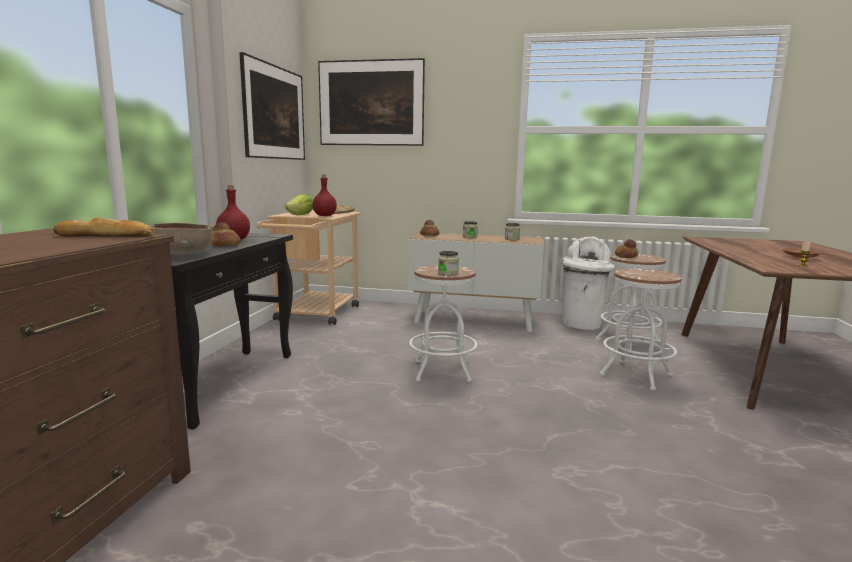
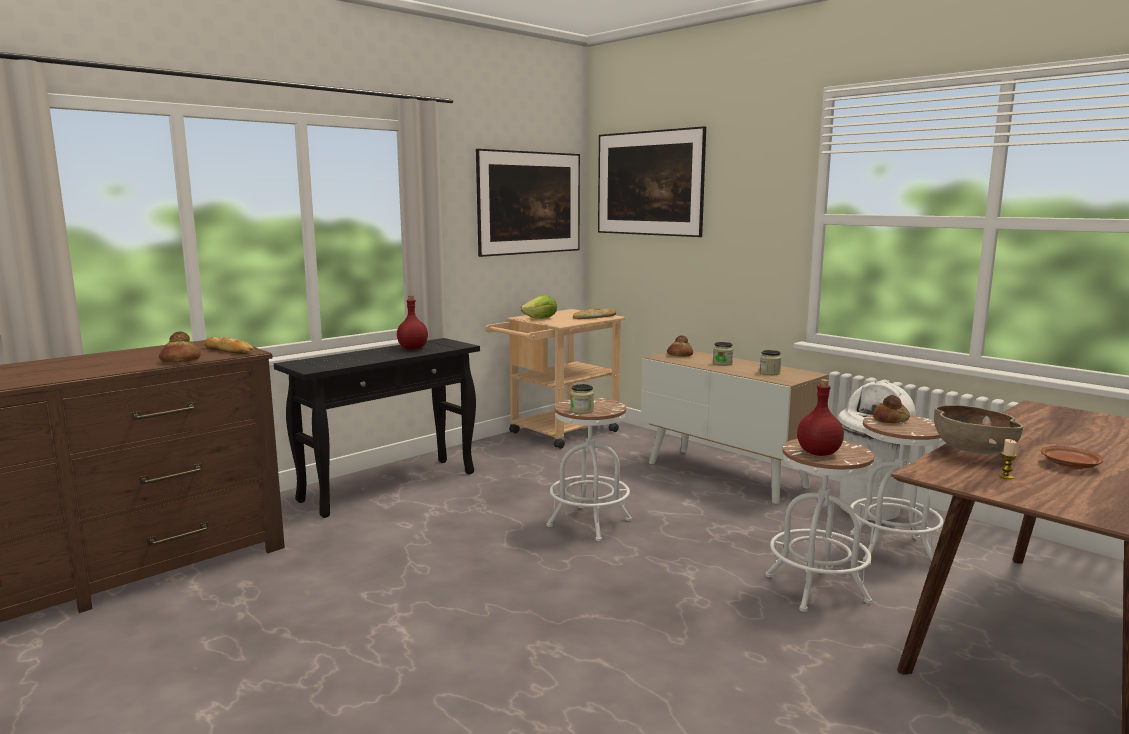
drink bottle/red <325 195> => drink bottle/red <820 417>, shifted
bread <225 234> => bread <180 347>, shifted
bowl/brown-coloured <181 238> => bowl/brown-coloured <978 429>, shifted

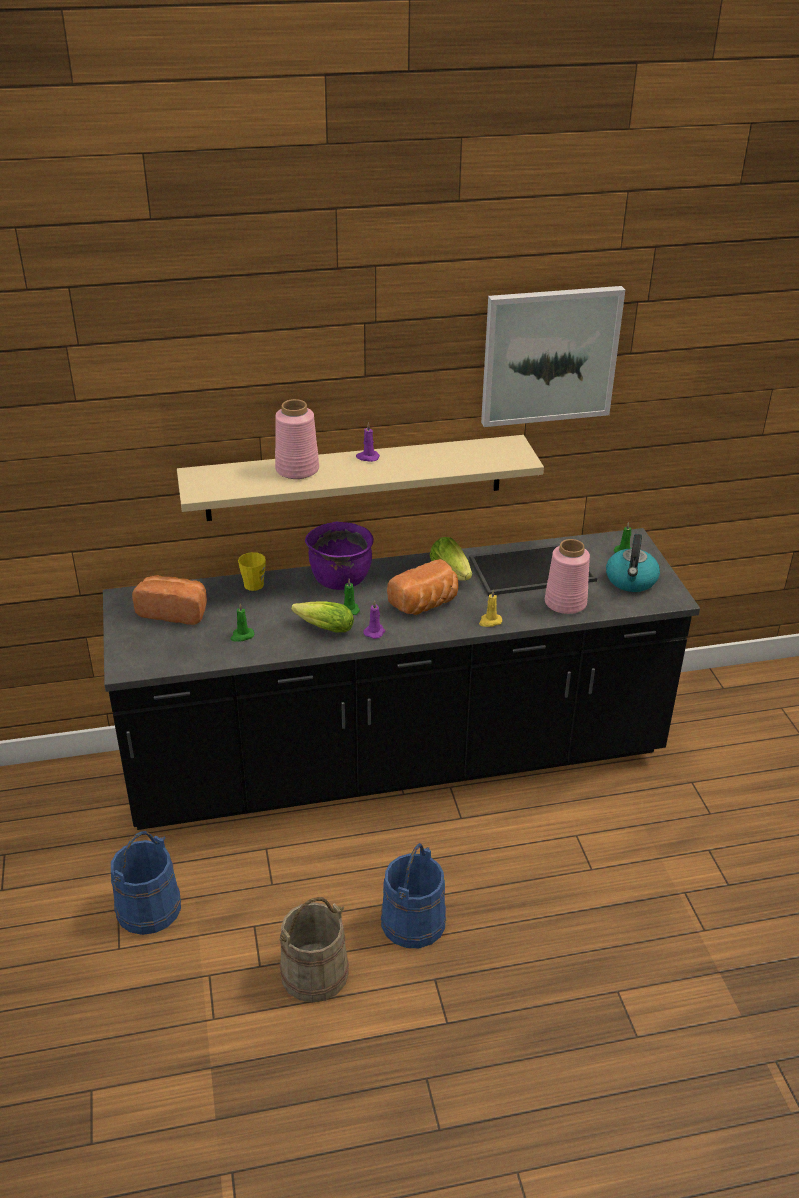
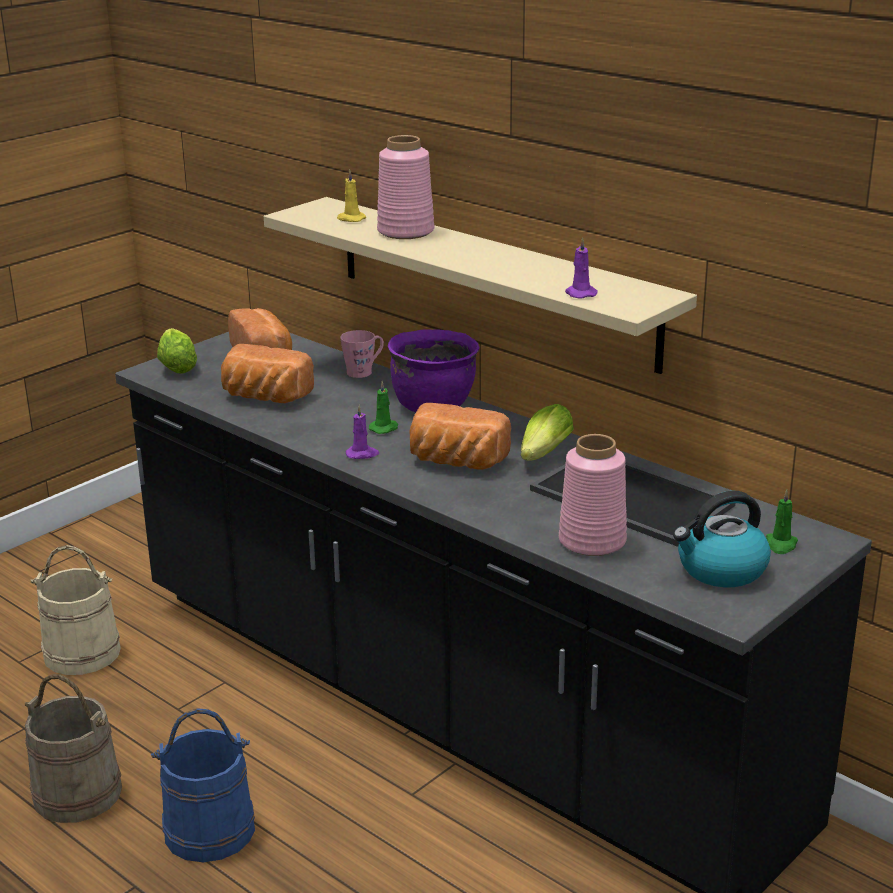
wall art <553 356> => nothing
candle/purple-coloured <368 442> => candle/purple-coloured <581 268>, shifted
mug/yellowish <252 571> => mug/pink <362 354>
candle/yellowish <490 608> => candle/yellowish <351 196>, shifted
head of lettuce <322 616> => head of lettuce <177 351>, shifted
candle/green-coloured <242 623> => bread <267 373>
pail/blue <146 883> => pail/beige-coloured <75 610>

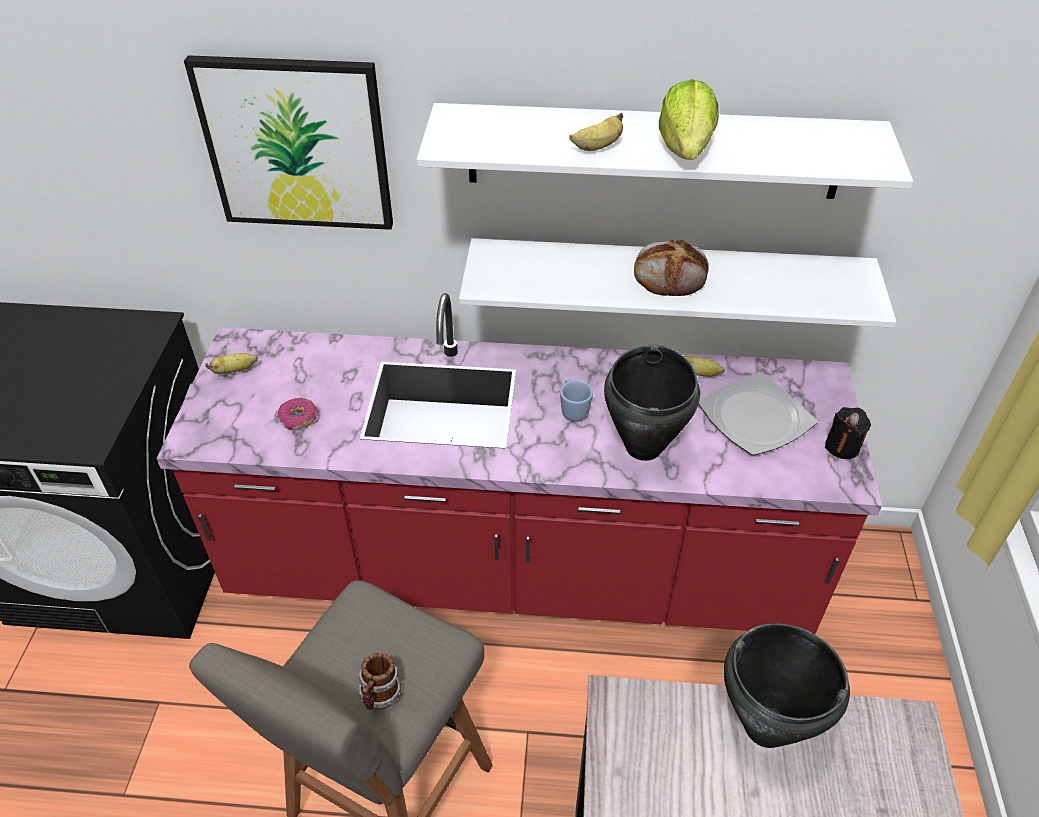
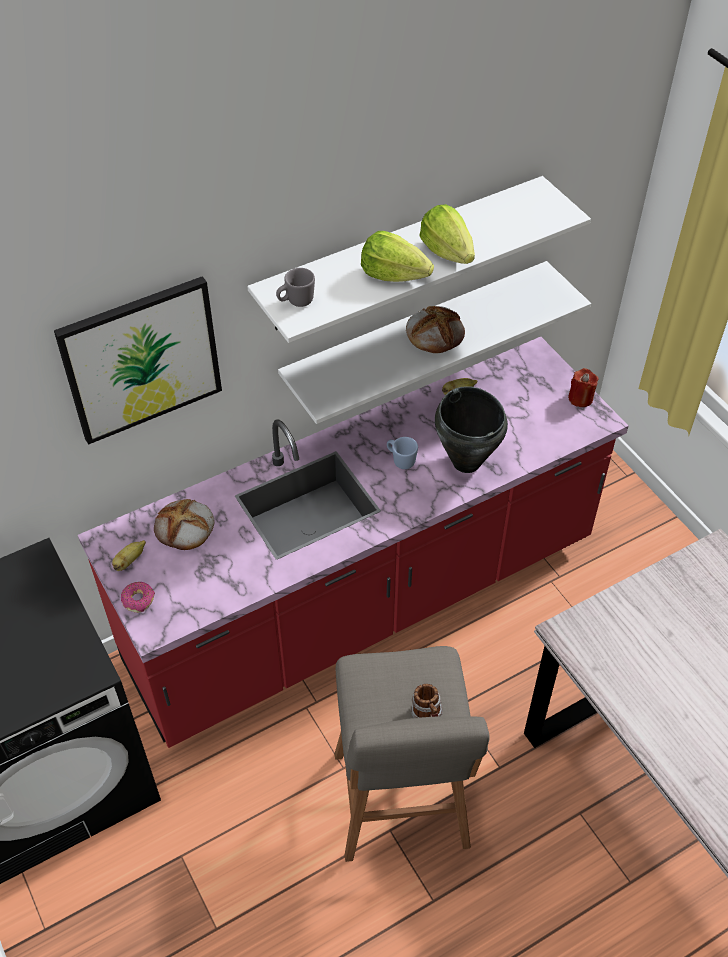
banana fruit <596 132> => head of lettuce <397 256>
dinner plate <758 414> => nothing
doughnut <297 414> => doughnut <138 597>, shifted
candle/blackish <848 433> => candle/red <583 387>
stockpot/blackish <787 685> => nothing
nothing => mug/greyish <295 287>
nothing => bread <184 524>

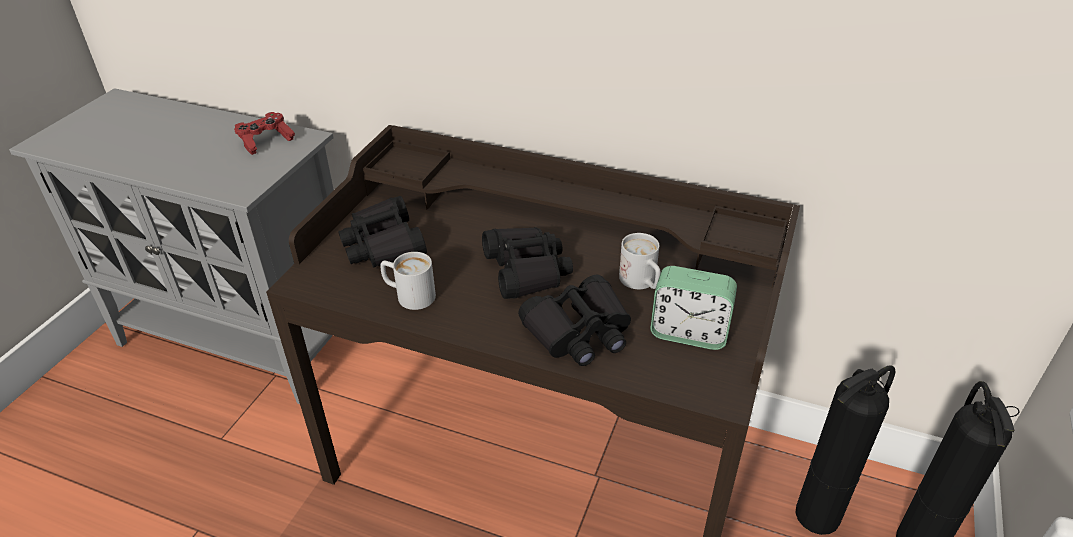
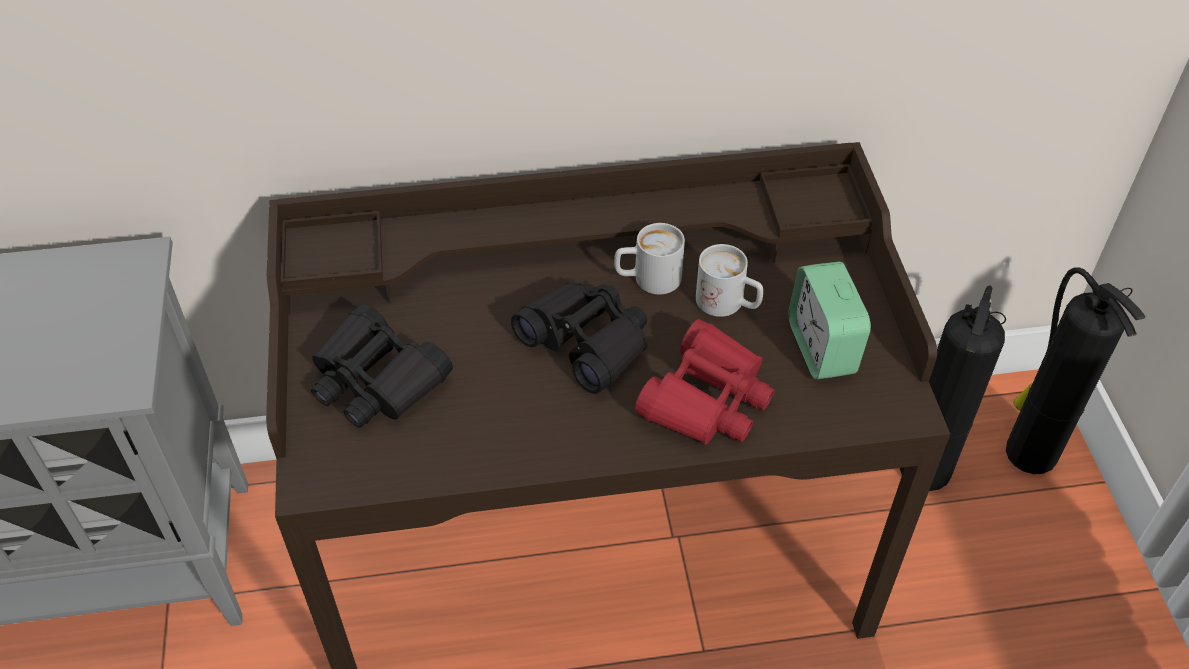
gamepad/red <264 133> => nothing
mug/white-coloured <408 281> => mug/white-coloured <649 258>, shifted
bedside clock <693 308> => bedside clock <829 320>, 90 degrees clockwise
binoculars/blackish <574 320> => binoculars/red <704 382>

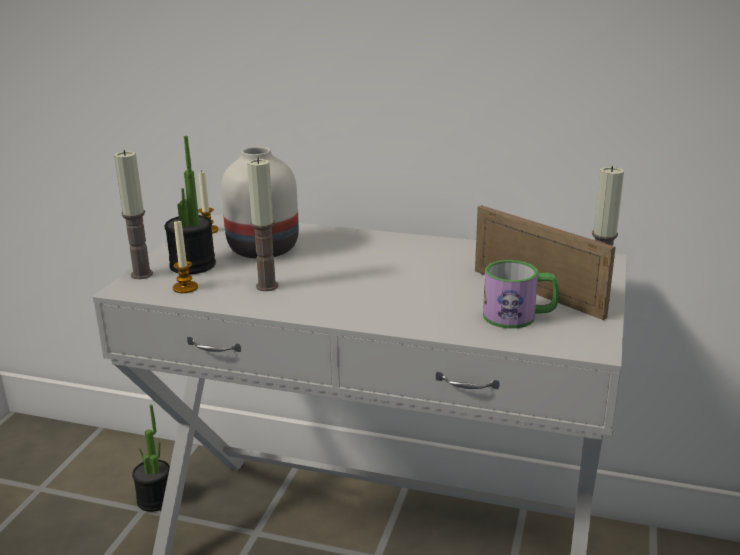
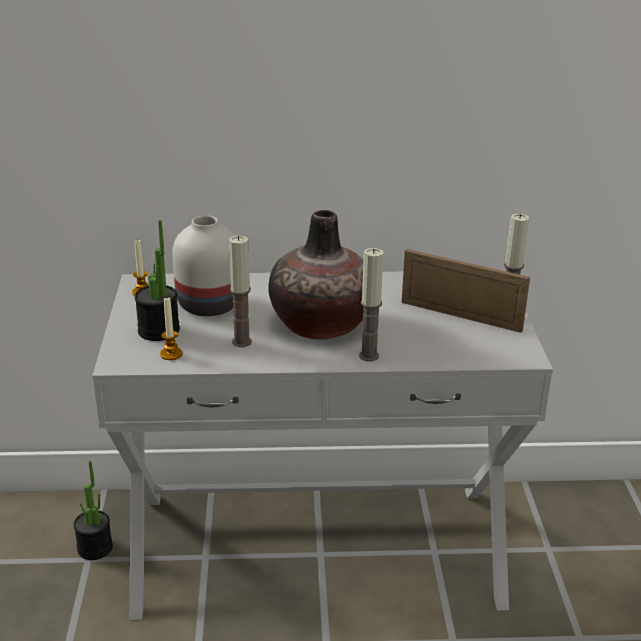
candle <133 214> => candle <371 305>, shifted
mug <521 294> => nothing
nothing => flower vase <316 275>

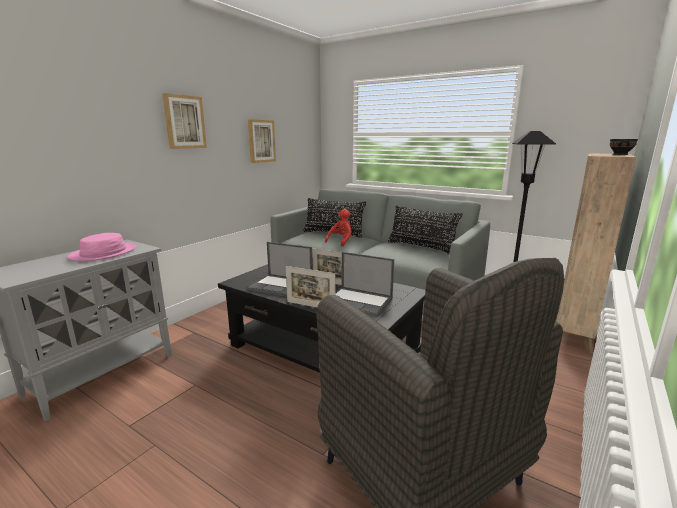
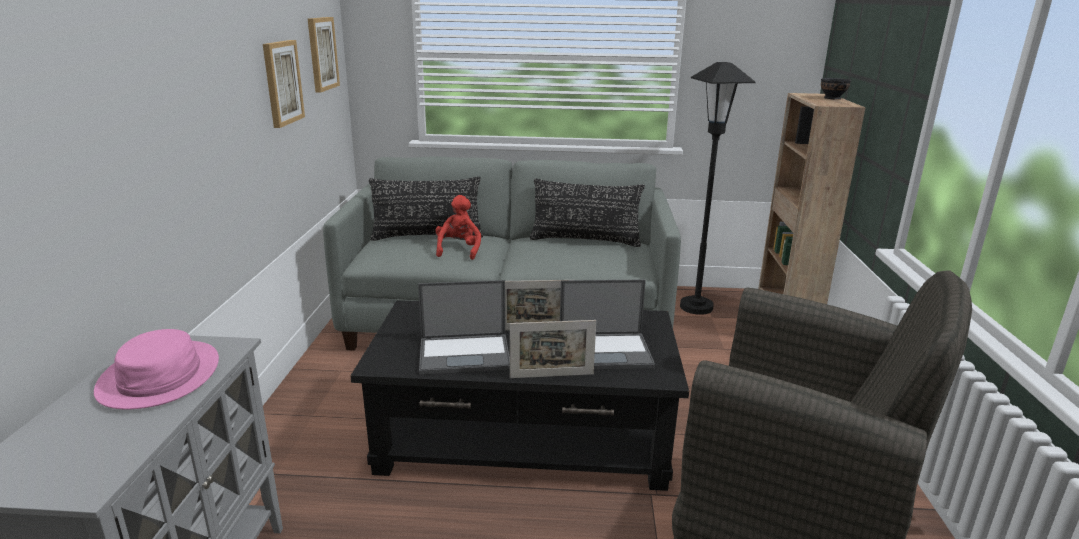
wall art <185 121> => wall art <324 55>, shifted

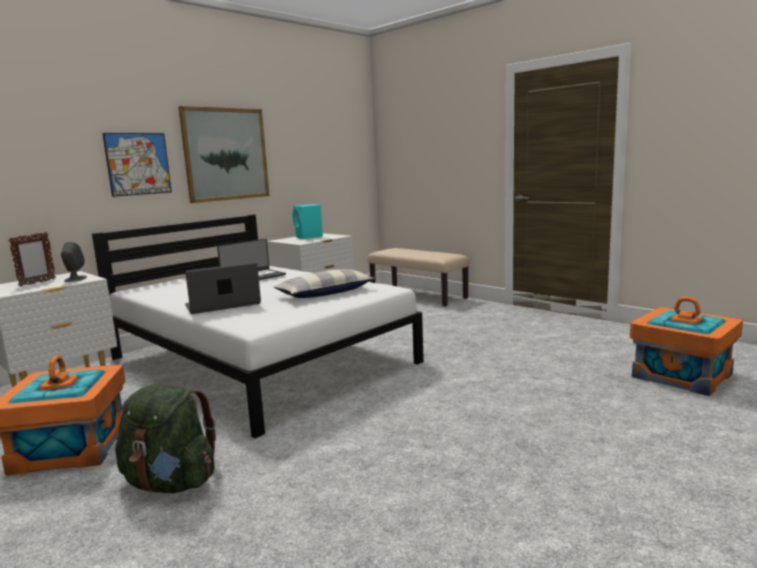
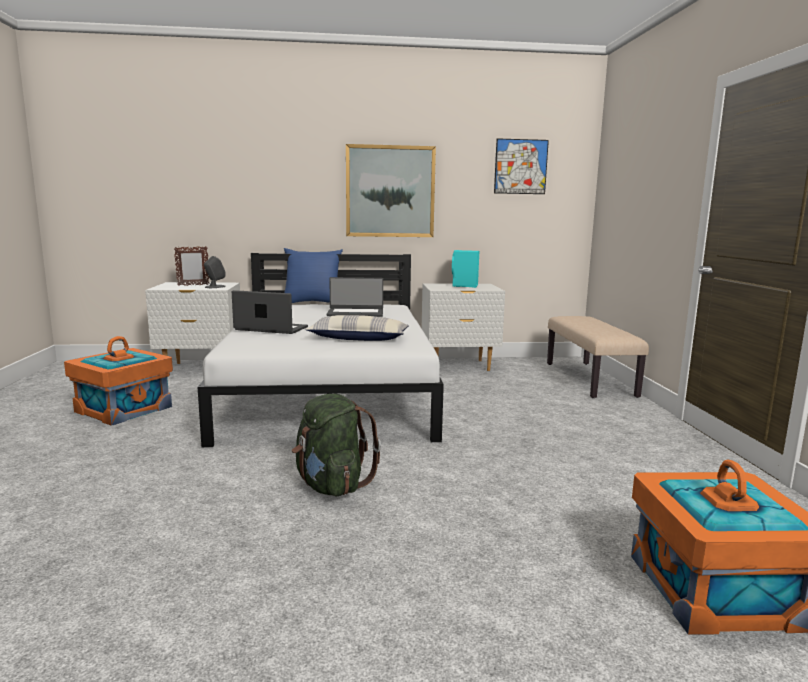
wall art <137 165> => wall art <521 166>, shifted
backpack/green-coloured <165 438> => backpack/green-coloured <336 444>, shifted
nothing => throw pillow/blue <313 275>

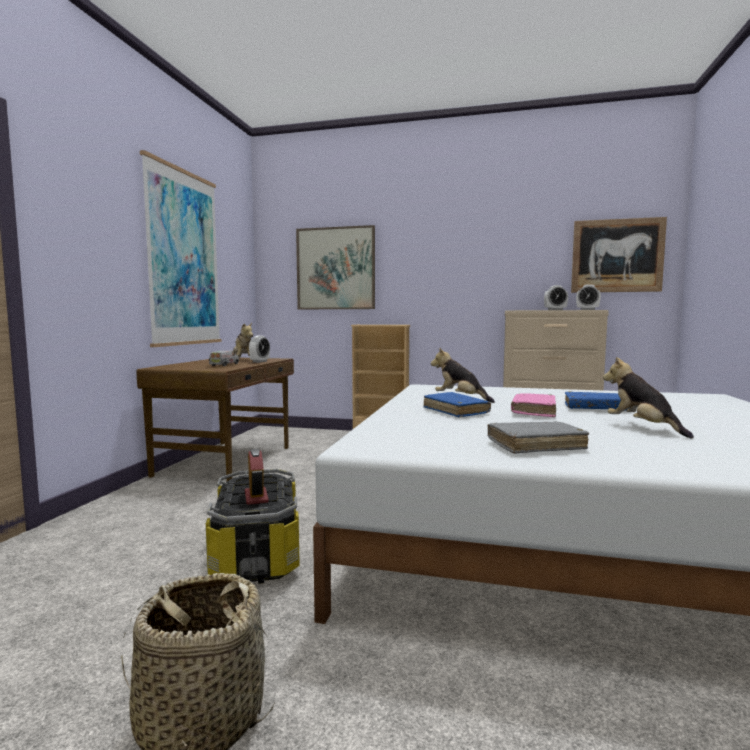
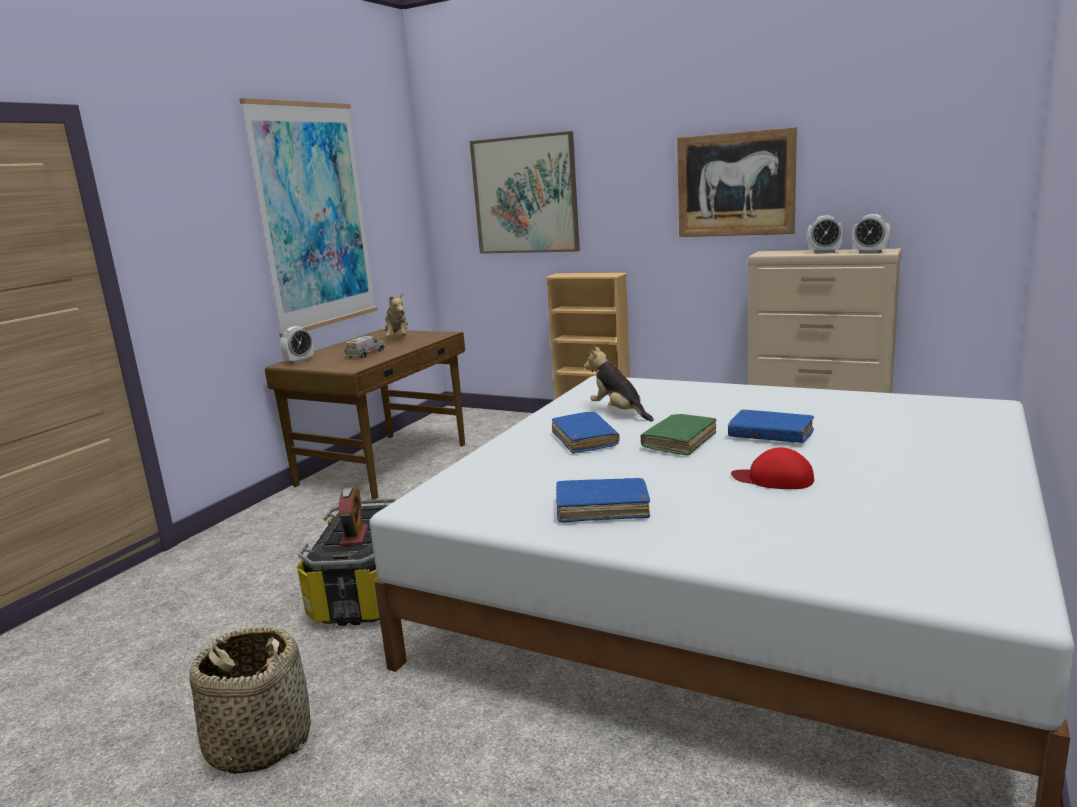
wall art <619 255> => wall art <737 182>, shifted
bedside clock <259 349> => bedside clock <297 345>, shifted
soft toy <648 397> => cap/red <772 468>
bound book/pink <533 405> => bound book/green-coloured <678 434>
bound book/greyish <538 437> => bound book/blue <603 500>

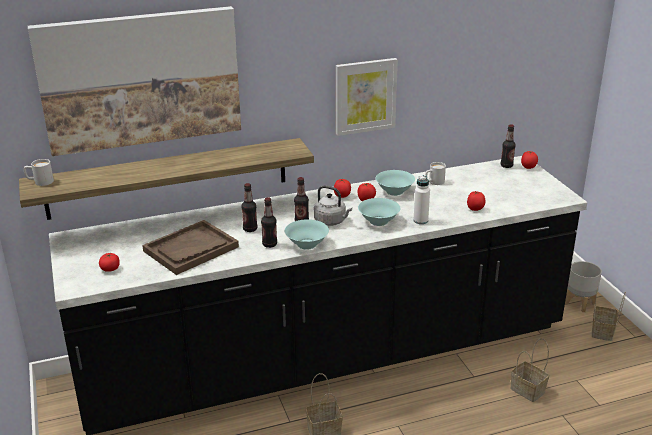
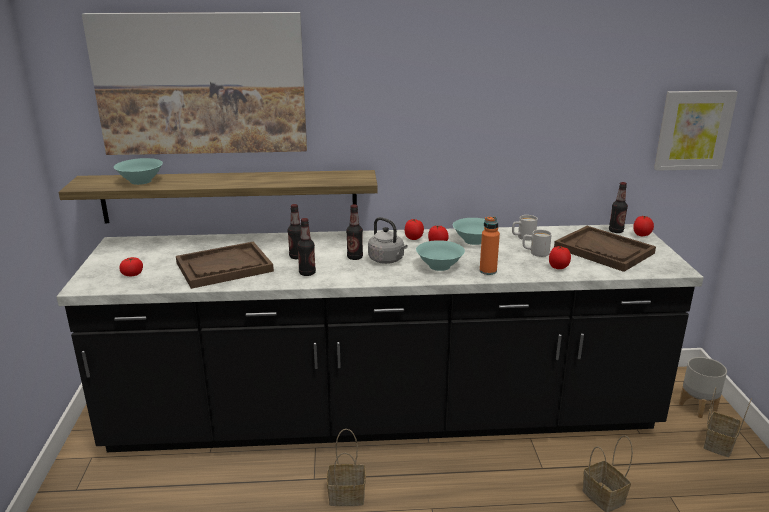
wall art <367 97> => wall art <696 130>, shifted
mug/white-coloured <39 172> => mug/white-coloured <537 243>, shifted
drink bottle/white-coloured <421 199> => drink bottle/orange <490 245>
bowl/turquoise <307 234> => bowl/turquoise <138 171>, shifted
nothing => tray/brown-coloured <605 249>

